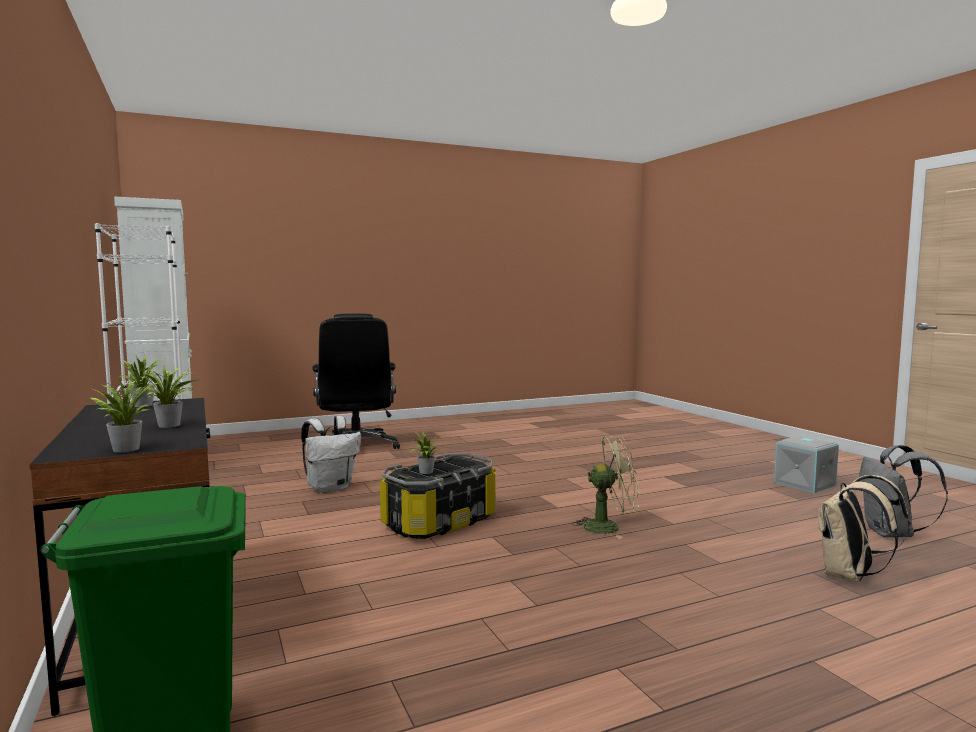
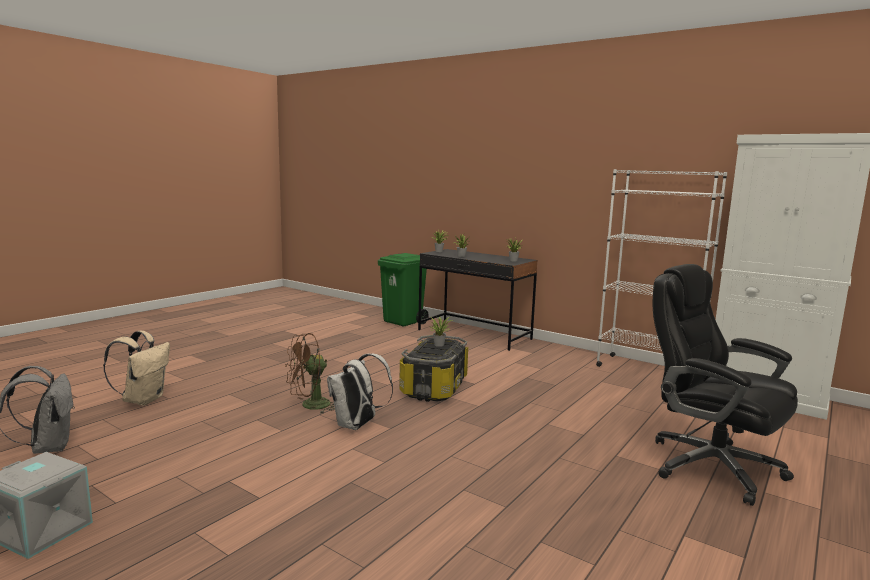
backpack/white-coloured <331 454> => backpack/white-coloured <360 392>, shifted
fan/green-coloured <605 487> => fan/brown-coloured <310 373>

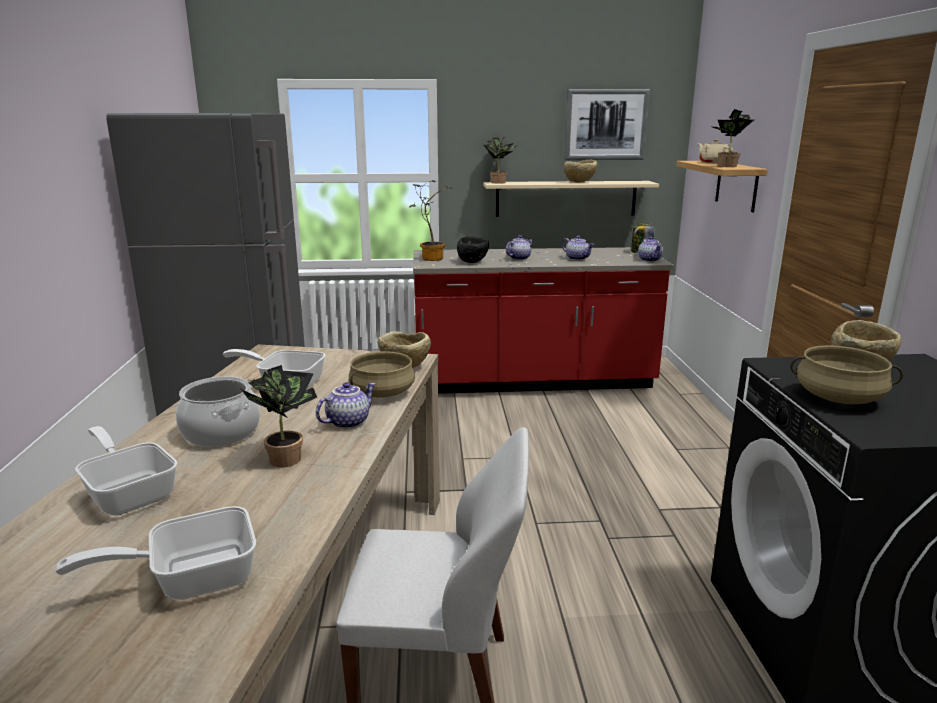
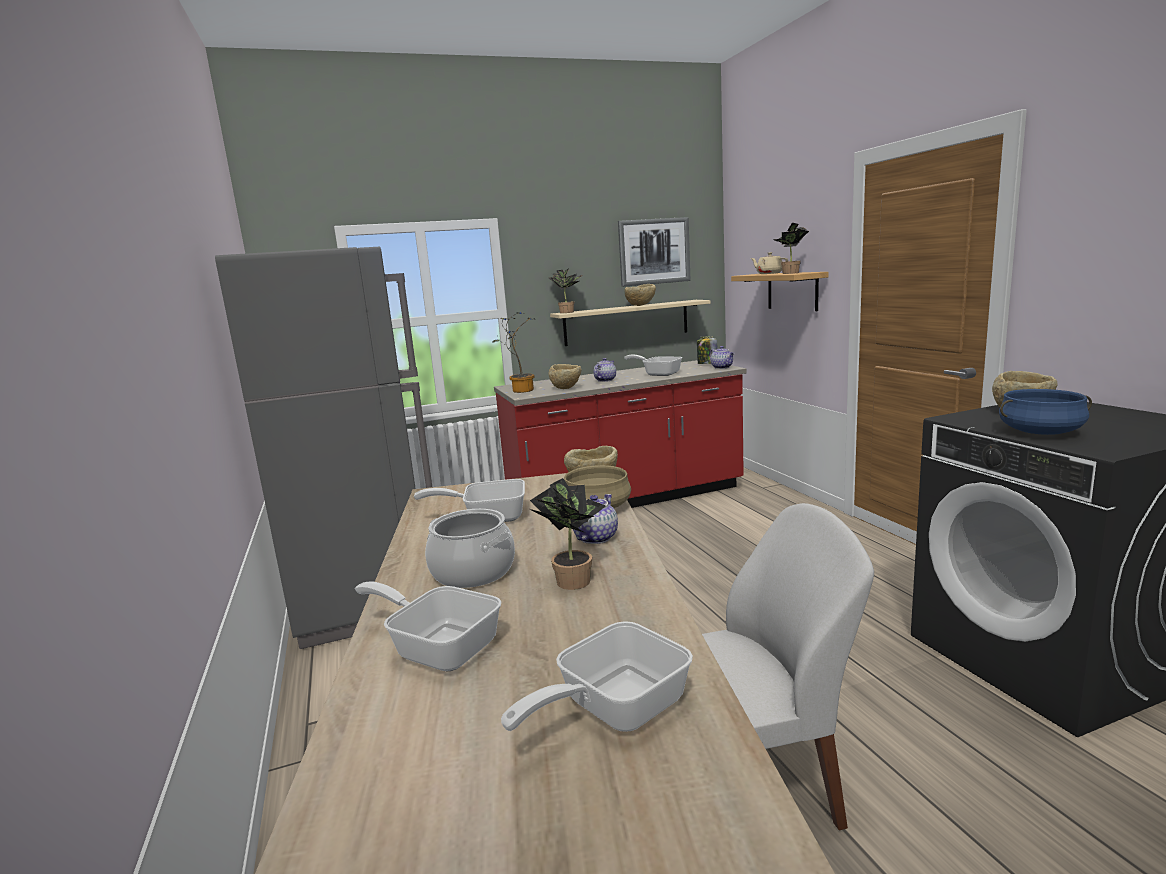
bowl/blackish <473 249> => bowl/beige-coloured <565 376>
pot for tea <578 248> => frying pan <653 365>
stockpot/beige-coloured <846 374> => stockpot/blue <1045 412>

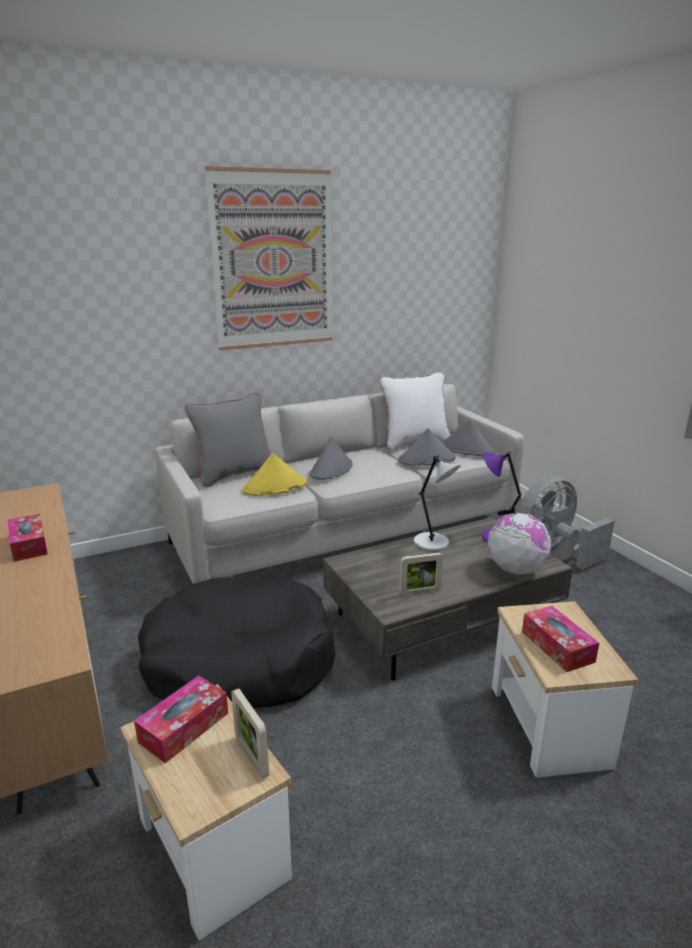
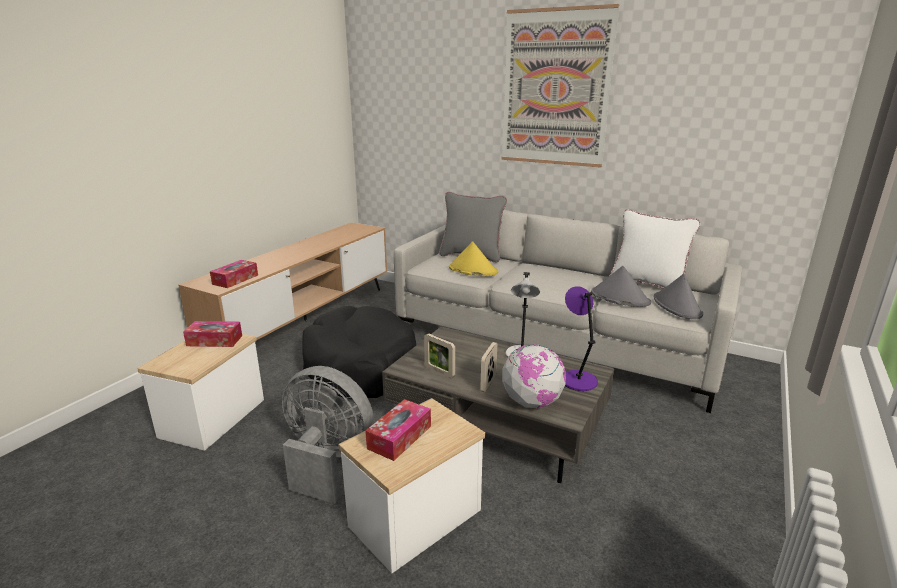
clothing hat/greyish <331 458> => nothing
fan/greyish <565 523> => fan/greyish <328 435>, shifted
tissue box <28 538> => tissue box <234 274>, shifted
picture frame <250 733> => picture frame <488 367>, shifted

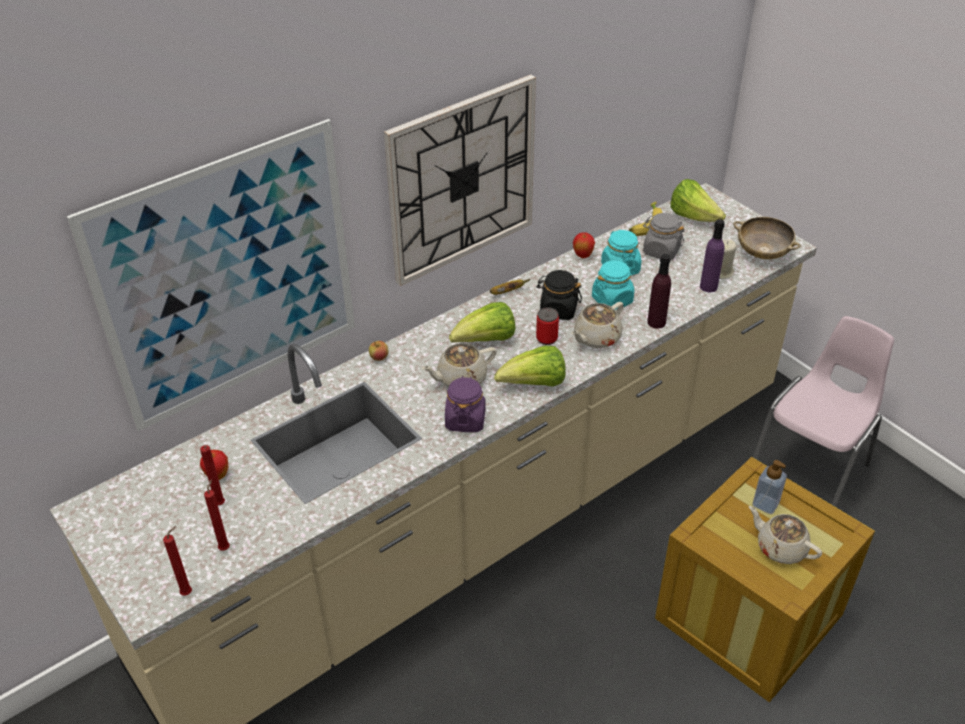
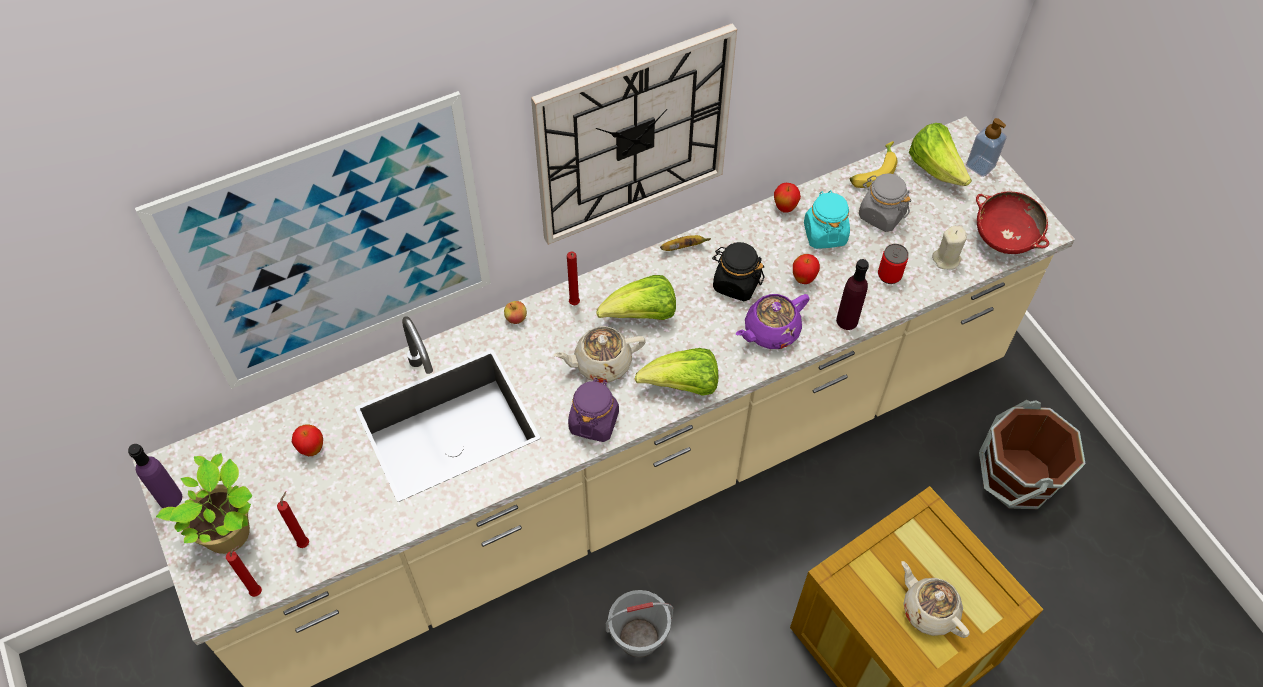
bowl/beige-coloured <767 238> => bowl/red <1012 223>
drink bottle/purple-coloured <712 255> => drink bottle/purple-coloured <155 476>, shifted
storage jar/turquoise <613 285> => apple <806 269>
pot for tea/beige-coloured <597 325> => pot for tea/purple-coloured <773 321>
sealed can <547 326> => sealed can <893 264>, shifted
chair/pink <823 411> => pail/brown-coloured <1032 454>
candle/red <212 475> => candle/red <573 278>, shifted
soap dispenser <769 487> => soap dispenser <986 147>, shifted
nothing => plant in a pot <204 503>
nothing => pail/greyish <639 624>

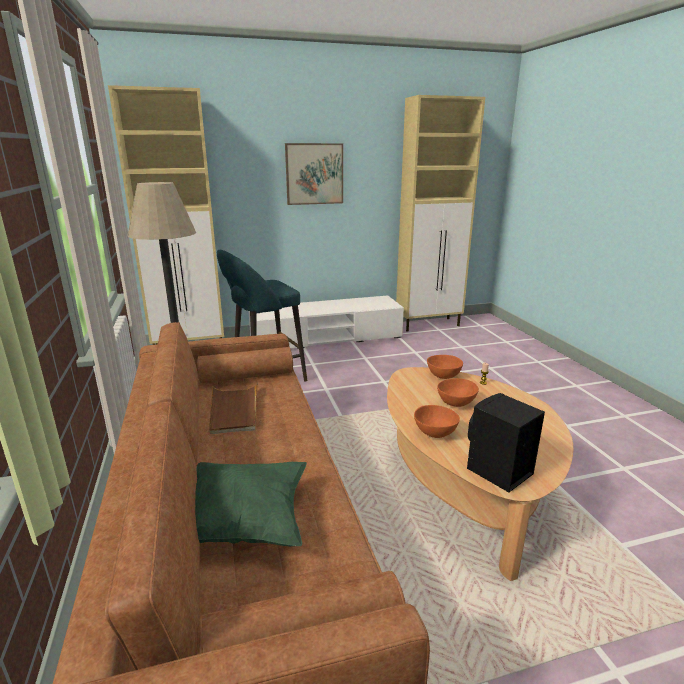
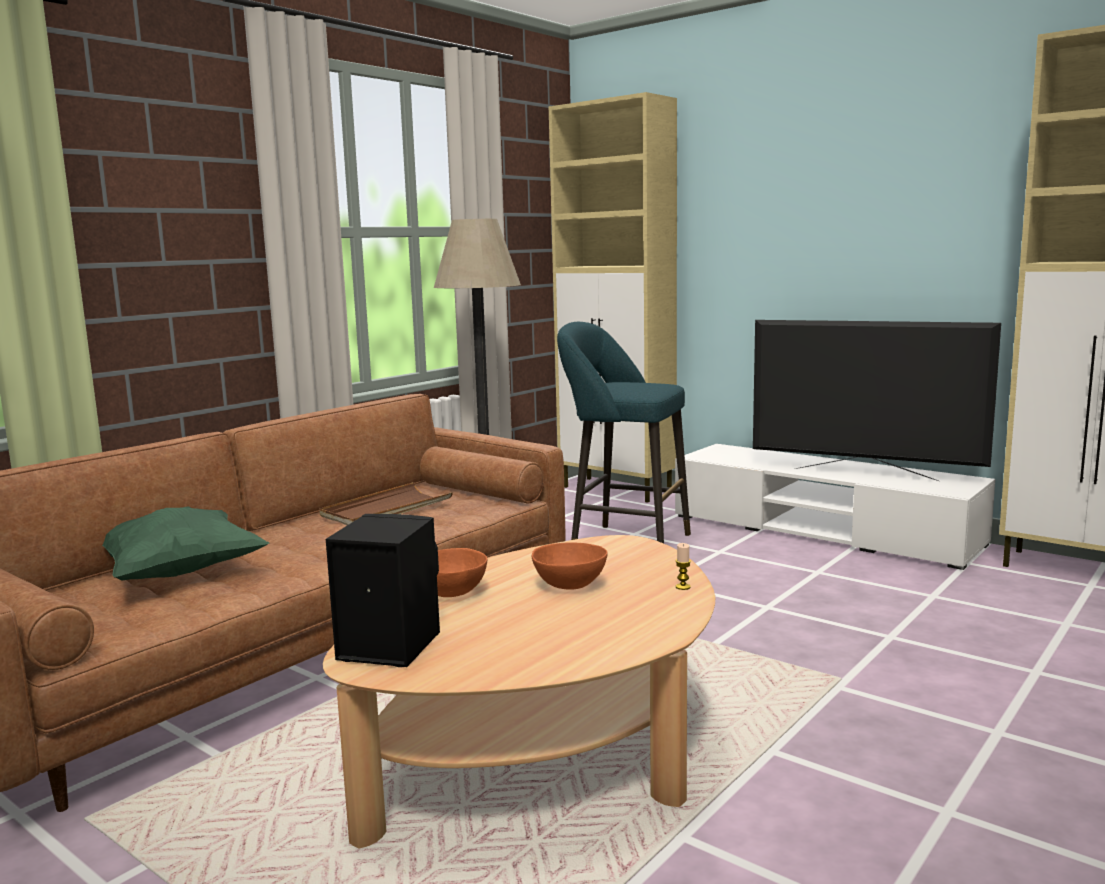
wall art <314 174> => nothing
bowl/orange <445 367> => nothing
nothing => TV <877 400>

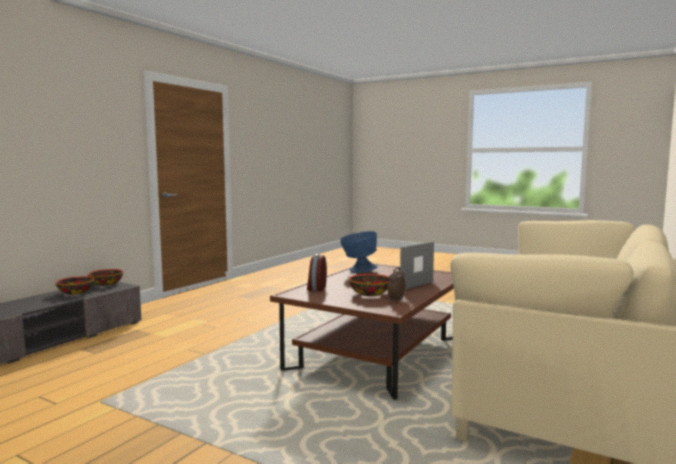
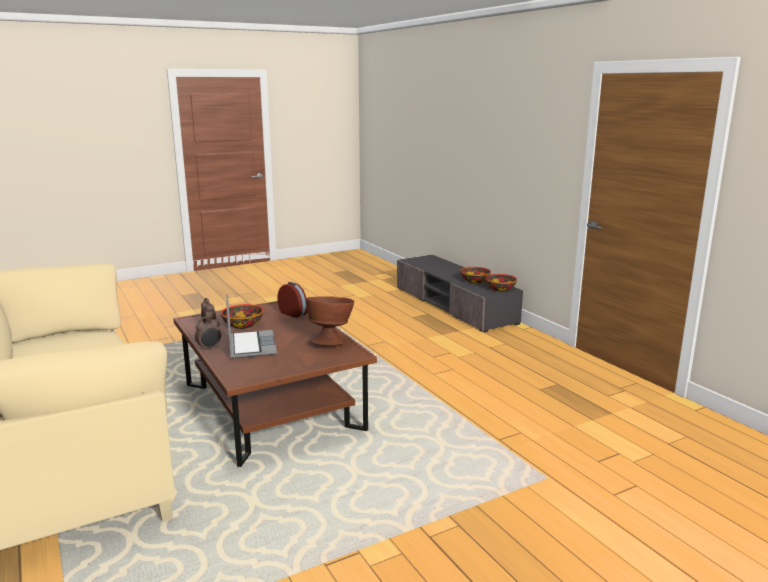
bowl/blue <359 252> => bowl/brown-coloured <329 320>
nothing => bedside clock <208 333>

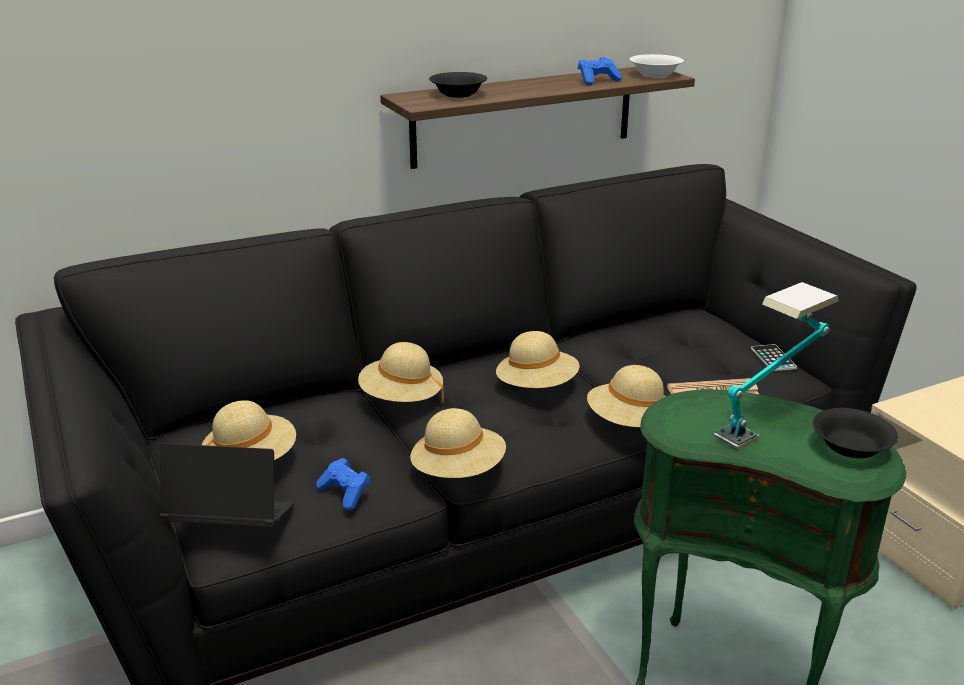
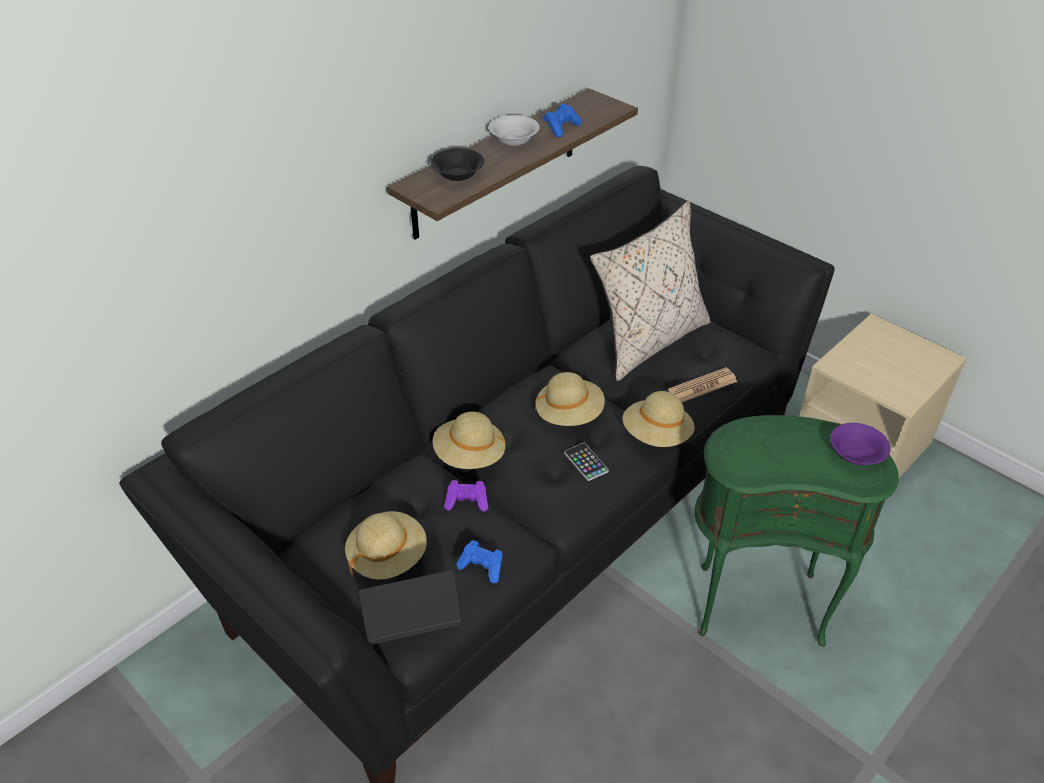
bowl/white-coloured <656 66> => bowl/white-coloured <514 130>, shifted
lamp for a table <776 366> => nothing
handset <774 357> => handset <586 462>, shifted
clothing hat/beige-coloured <458 443> => nothing
bowl/blackish <855 433> => bowl/purple-coloured <860 444>
nothing => throw pillow/beige-coloured <650 291>
nothing => gamepad/purple-coloured <466 496>

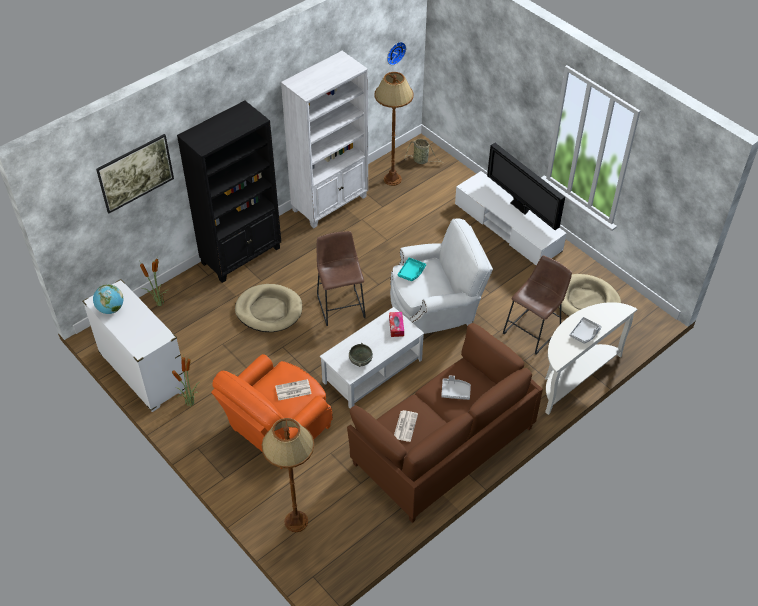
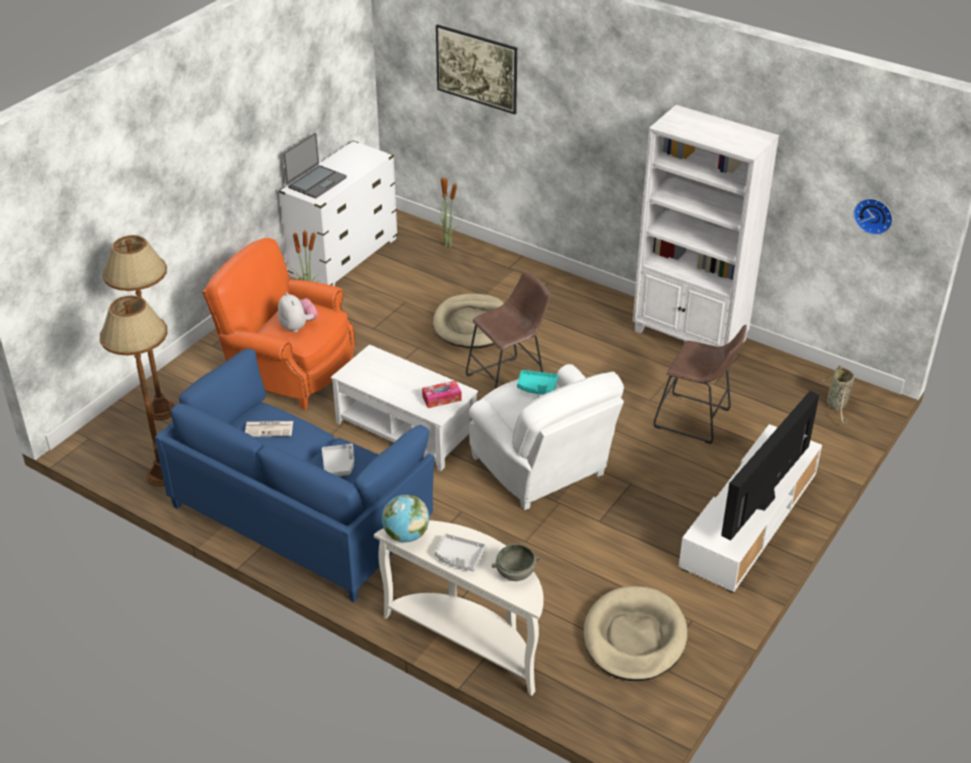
floor lamp/brown-coloured <394 129> => floor lamp/brown-coloured <133 390>, shifted
shelving unit/blackish <229 192> => nothing
sitting stool/brown-coloured <537 305> => sitting stool/brown-coloured <700 384>, shifted
globe <108 299> => globe <405 518>, shifted
couch/brown-coloured <445 423> => couch/blue <294 475>
bowl/greyish <361 355> => bowl/greyish <516 562>, shifted
printed paper <293 389> => soft toy <298 312>
nothing => notebook computer <315 165>

